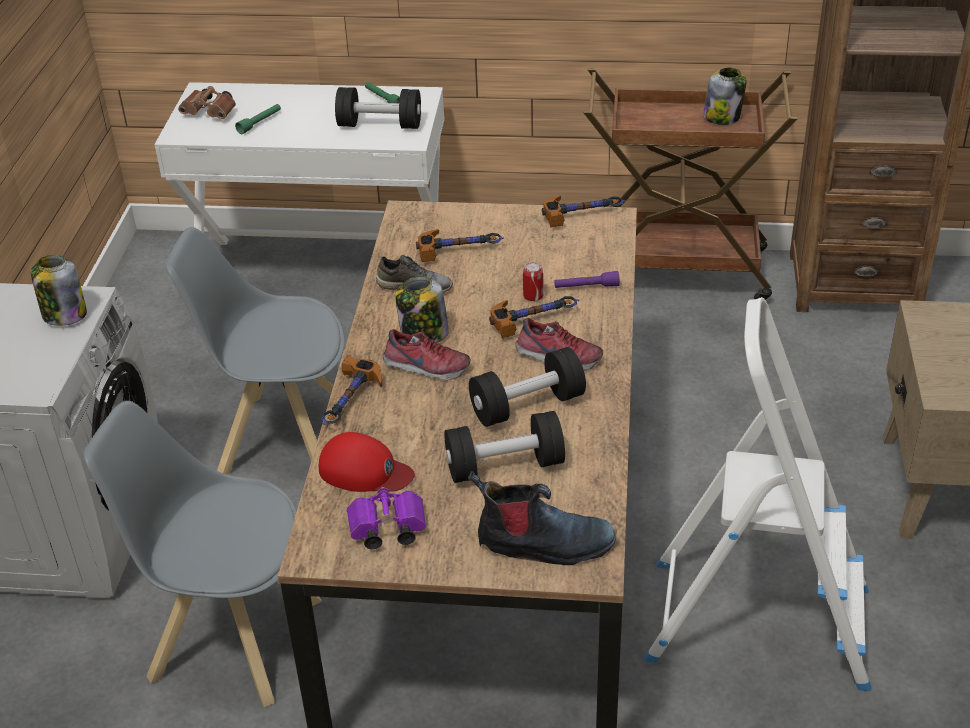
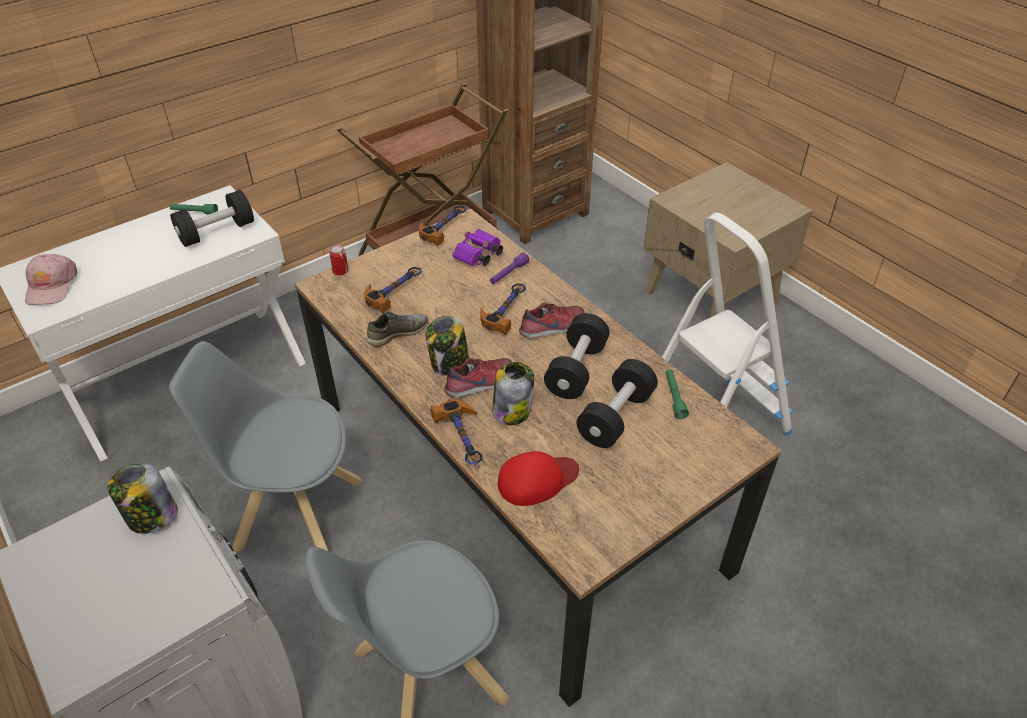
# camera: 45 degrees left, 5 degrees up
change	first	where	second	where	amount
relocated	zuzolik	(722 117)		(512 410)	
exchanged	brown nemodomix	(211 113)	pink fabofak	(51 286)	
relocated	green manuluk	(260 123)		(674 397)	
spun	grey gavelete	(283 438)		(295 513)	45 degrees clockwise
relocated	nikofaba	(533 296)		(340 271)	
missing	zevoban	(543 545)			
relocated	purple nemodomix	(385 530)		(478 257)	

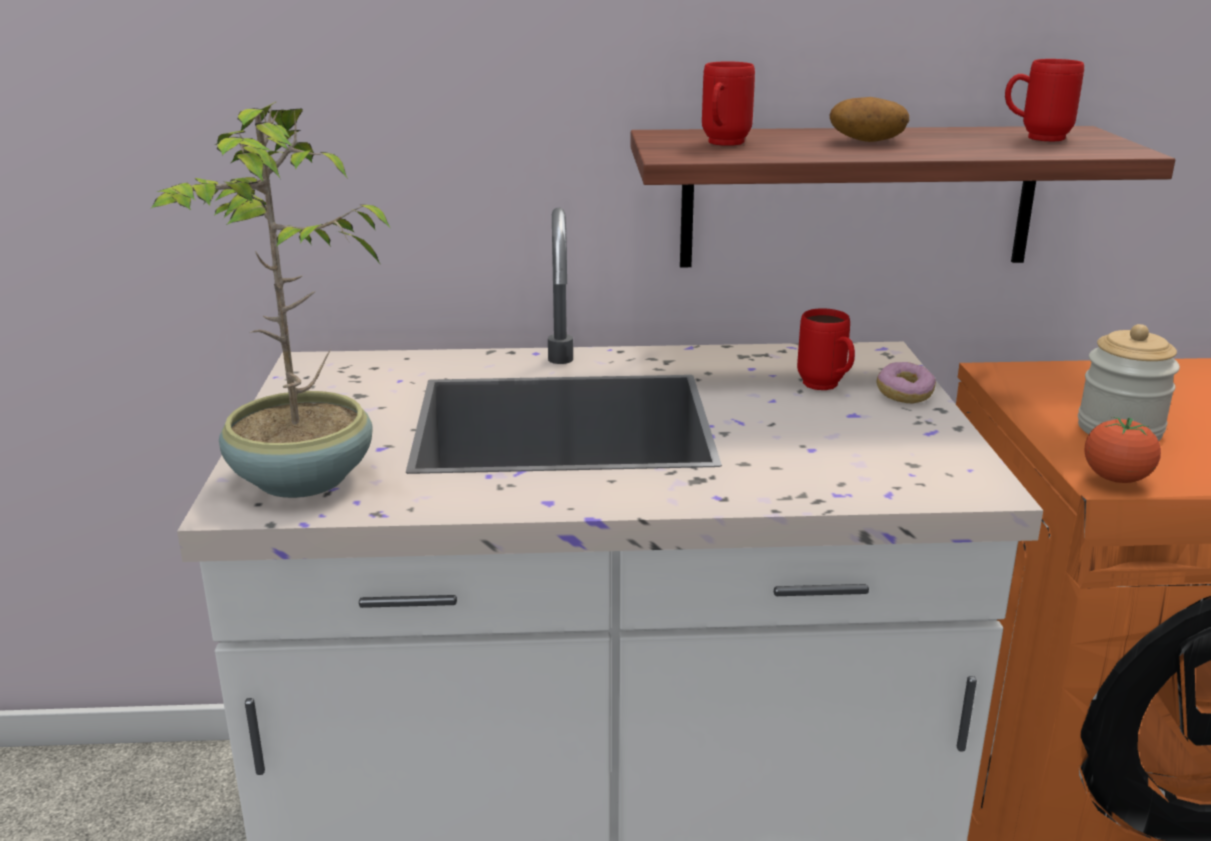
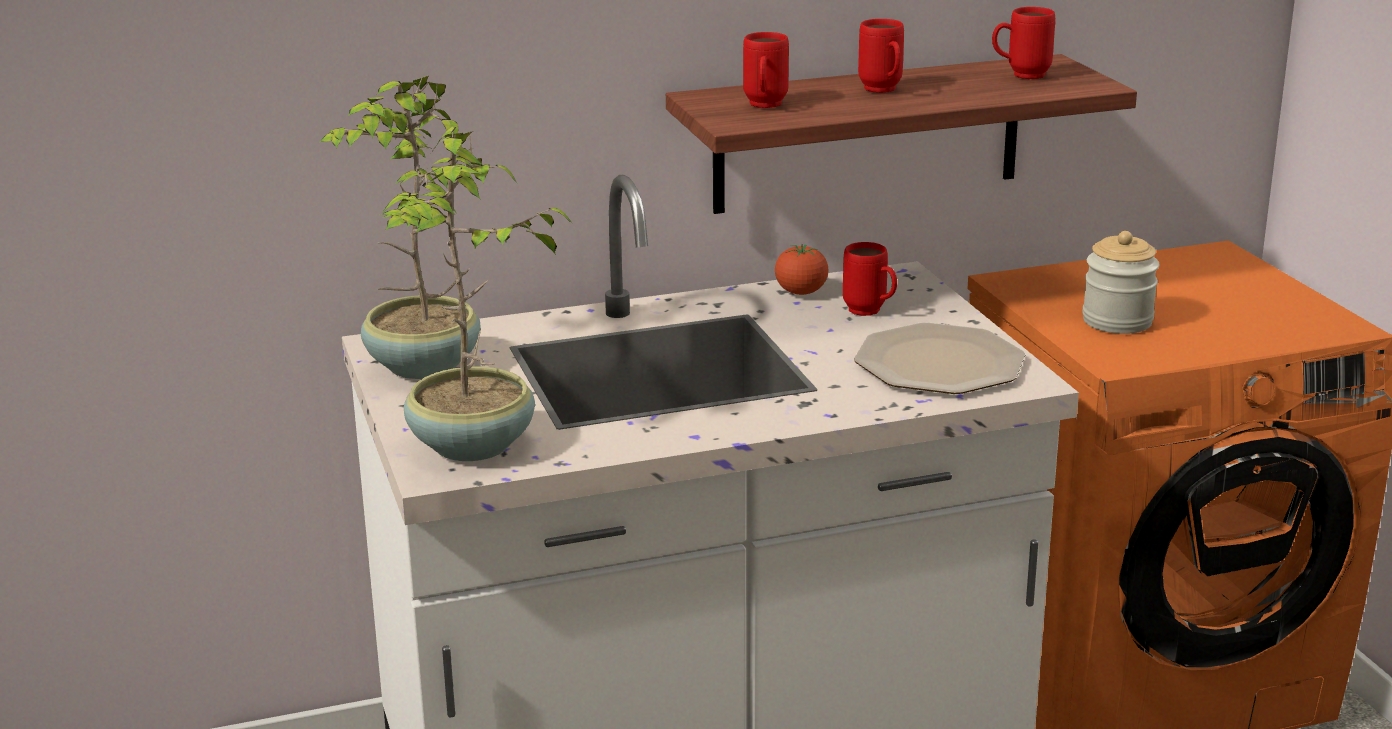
# camera: 15 degrees left, 0 degrees up
change	first	where	second	where	amount
exchanged	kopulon	(866 141)	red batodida	(883 91)	
missing	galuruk	(904 395)			
relocated	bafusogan	(1116 479)		(801 293)	
appeared			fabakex	(421 366)	
appeared			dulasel	(941 363)	

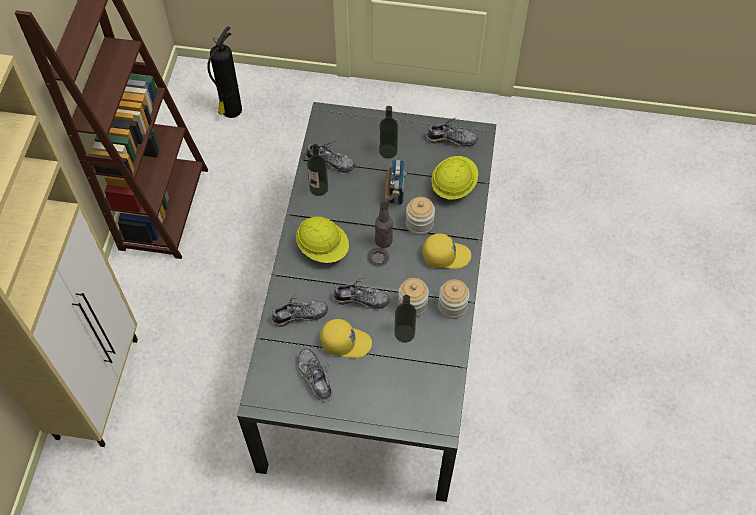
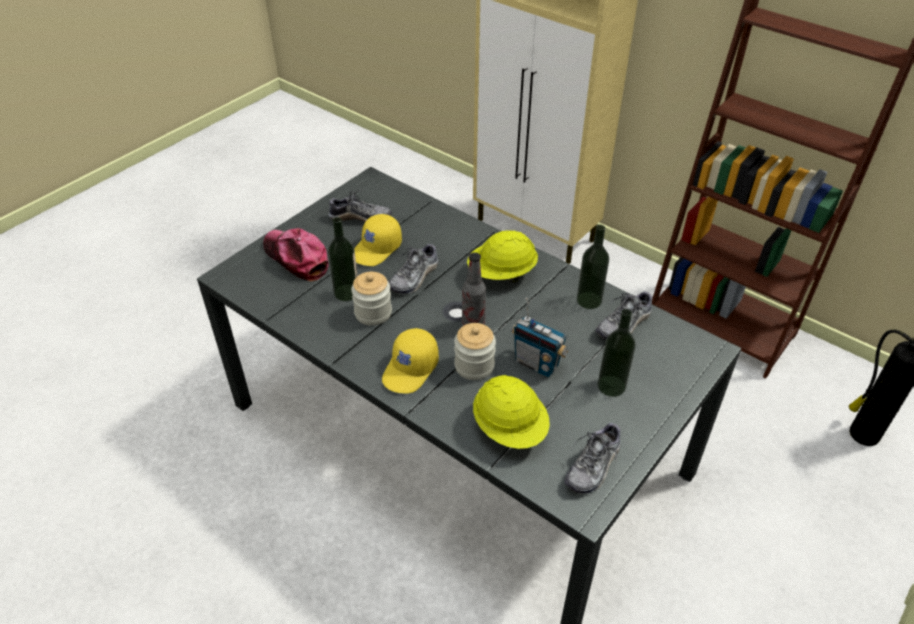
# camera: 120 degrees right, 15 degrees down
change	first	where	second	where	amount
missing	zuzolik	(452 306)			
missing	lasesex	(299 315)			
appeared			fabofak	(296 258)	

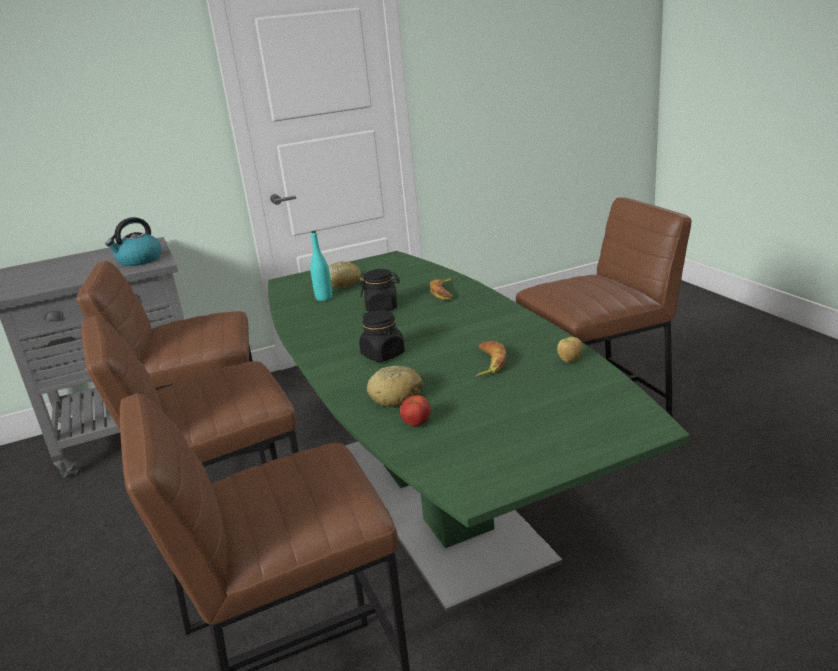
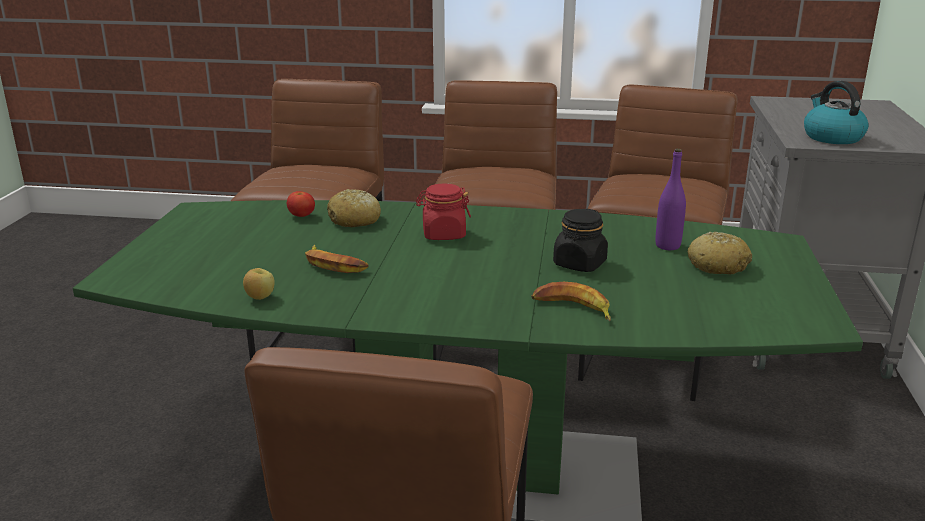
# camera: 120 degrees right, 0 degrees up
change	first	where	second	where	amount
colour	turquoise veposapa	(324 298)	purple veposapa	(667 246)	
colour	black zuzolik	(383 354)	red zuzolik	(443 234)	

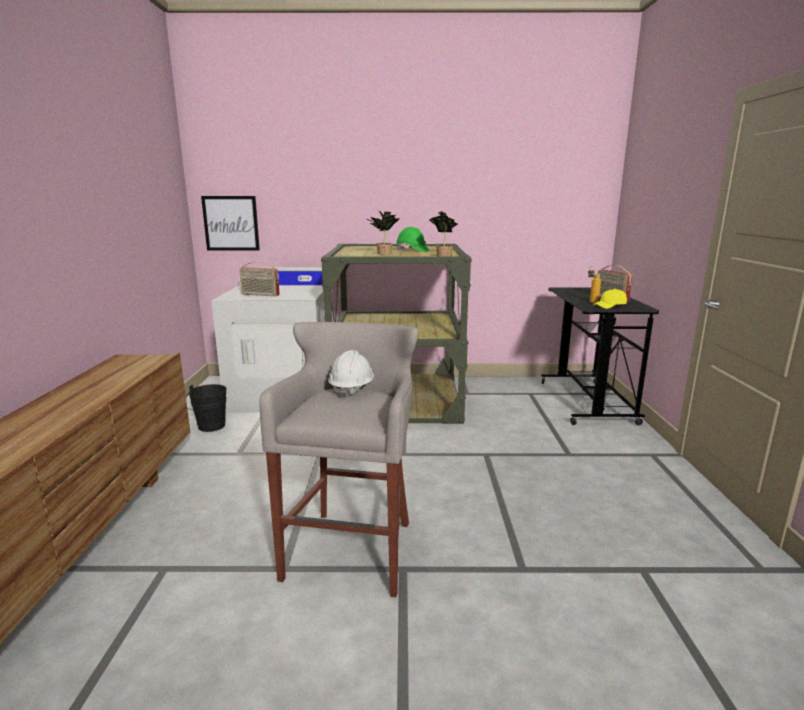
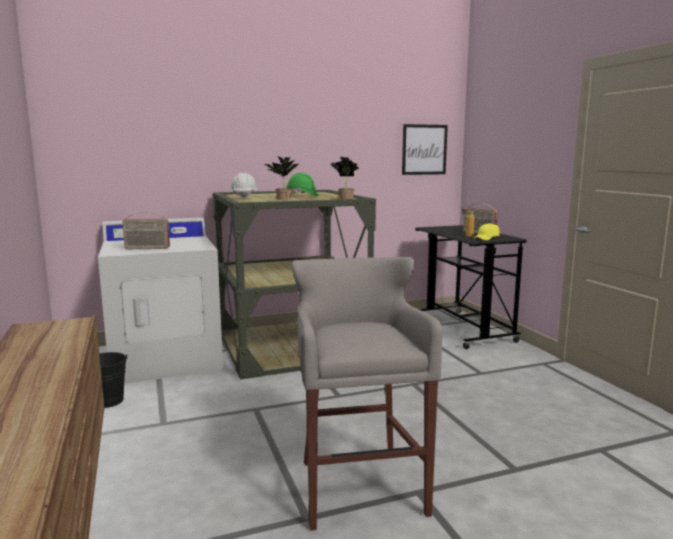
# camera: 20 degrees left, 5 degrees down
change	first	where	second	where	amount
relocated	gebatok	(231 223)		(424 149)	
relocated	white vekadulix	(351 389)		(244 197)	

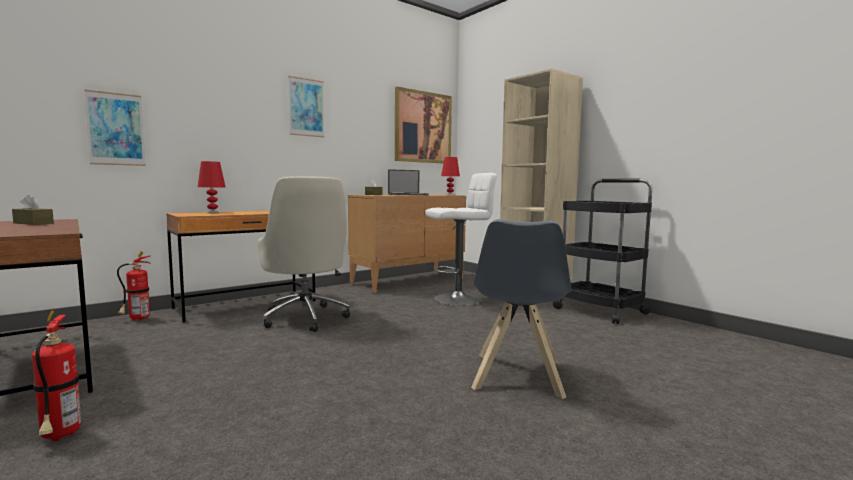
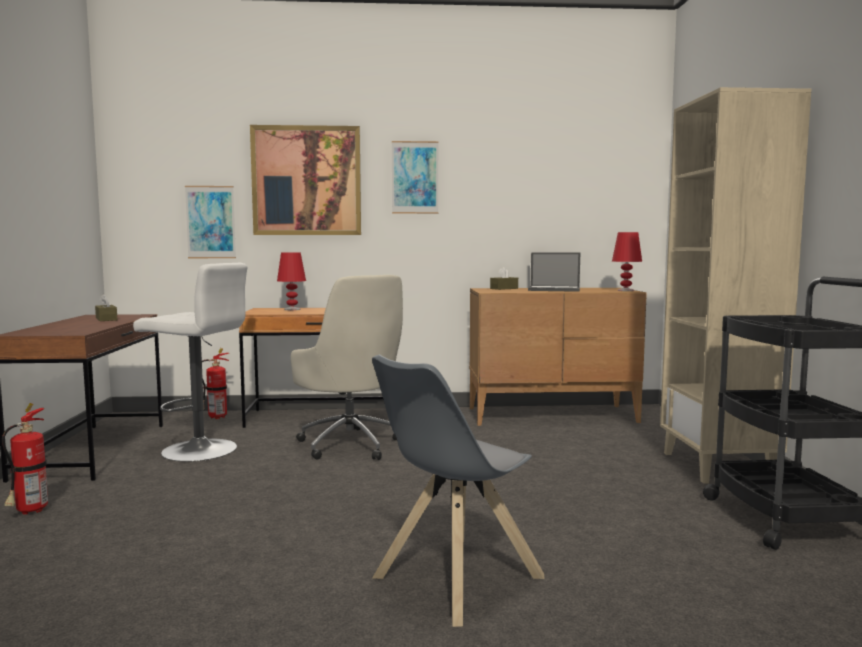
# camera: 35 degrees right, 0 degrees up
change	first	where	second	where	amount
relocated	gebatok	(423 127)		(306 181)	
relocated	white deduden	(458 299)		(200 450)	
spun	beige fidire	(305 318)		(350 445)	45 degrees counterclockwise

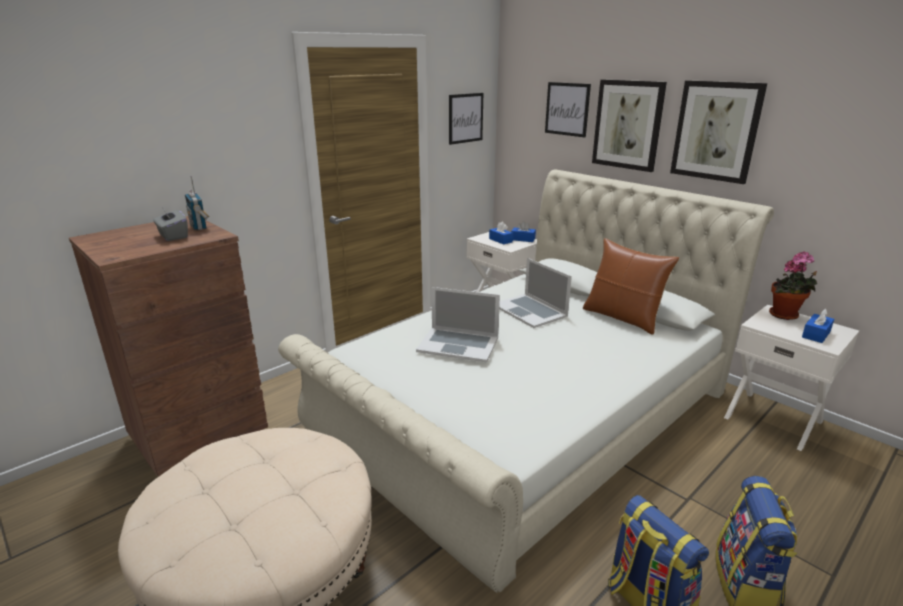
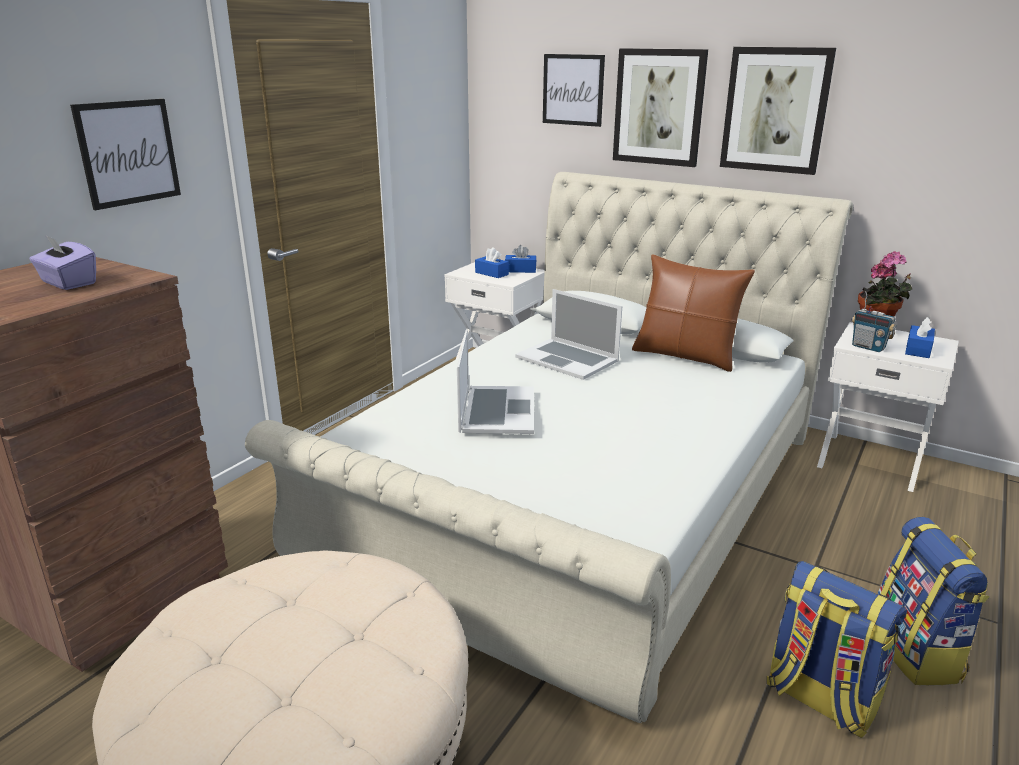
# camera: 15 degrees left, 0 degrees up
change	first	where	second	where	amount
relocated	gebatok	(465 118)		(128 153)	
relocated	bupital	(199 227)		(868 347)	
colour	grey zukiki	(173 236)	purple zukiki	(68 283)	
spun	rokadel	(458 344)		(496 410)	90 degrees counterclockwise

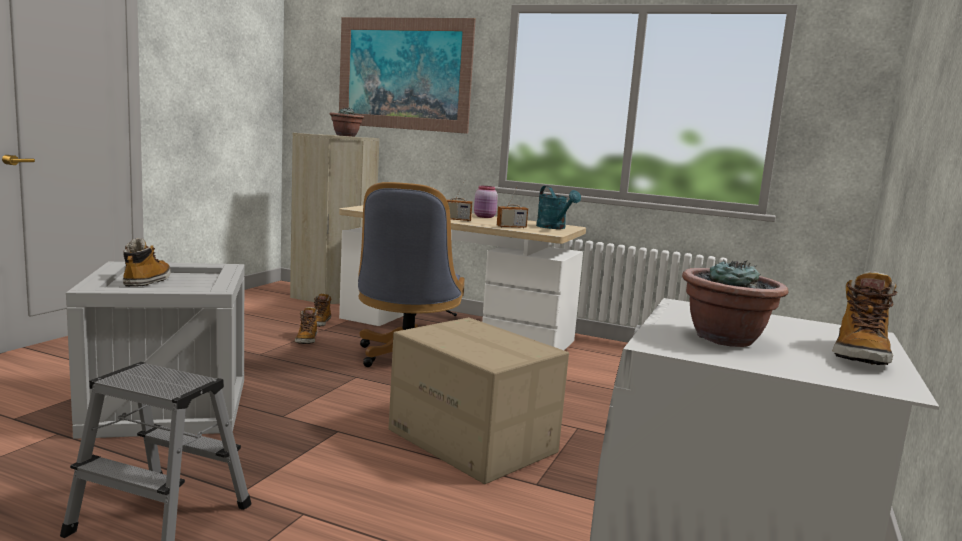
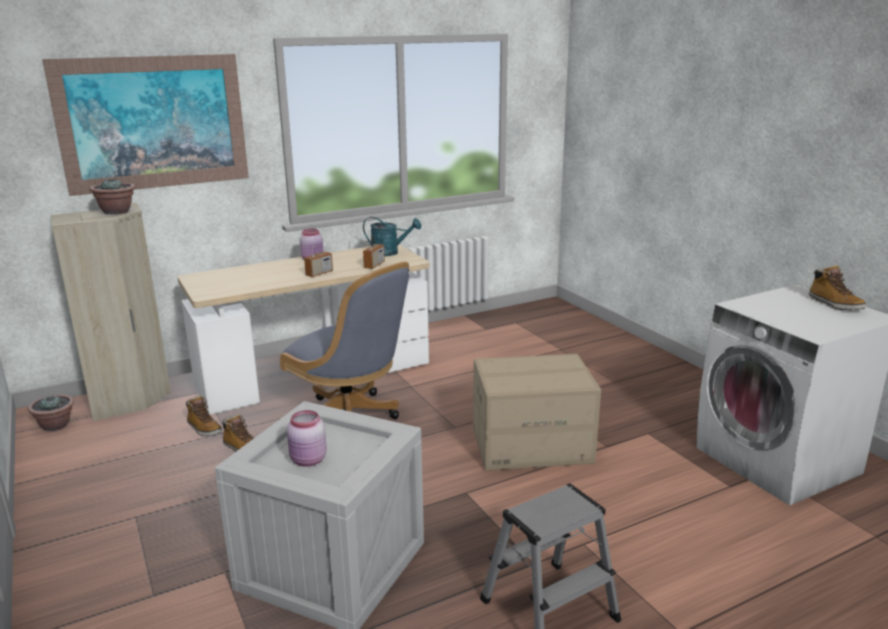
# camera: 50 degrees left, 10 degrees up
change	first	where	second	where	amount
exchanged	zevoban	(147 281)	pink zuzolik	(308 460)	
relocated	fabakex	(726 339)		(56 426)	

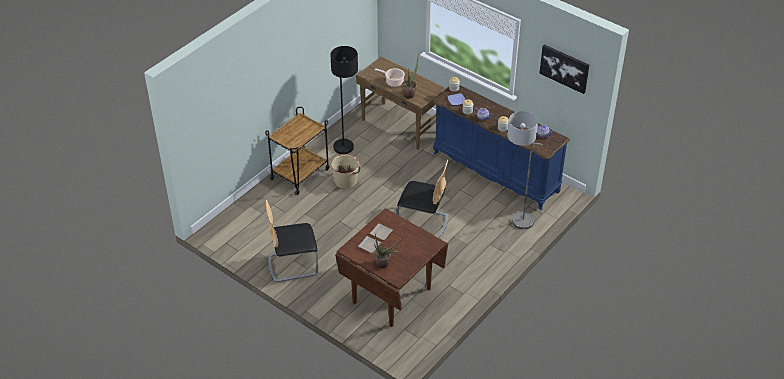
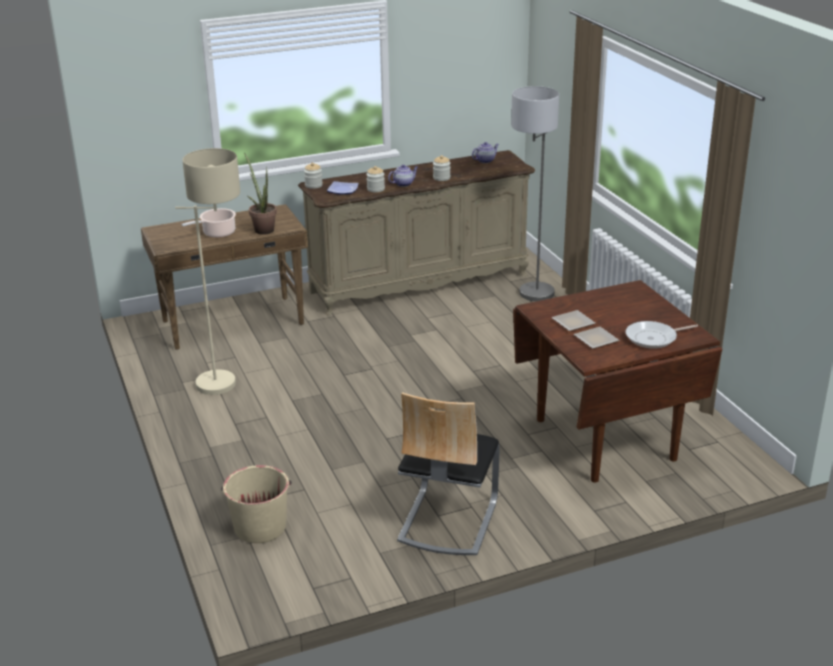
# camera: 60 degrees left, 15 degrees down
change	first	where	second	where	amount
missing	gebatok	(564 68)			
colour	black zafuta	(346 151)	beige zafuta	(228 384)	
colour	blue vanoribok	(494 173)	beige vanoribok	(420 284)	
missing	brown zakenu	(300 174)			
relocated	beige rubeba	(346 181)		(260 526)	
missing	gavelete	(423 222)			
exchanged	fabakex	(385 264)	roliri	(654 338)	

